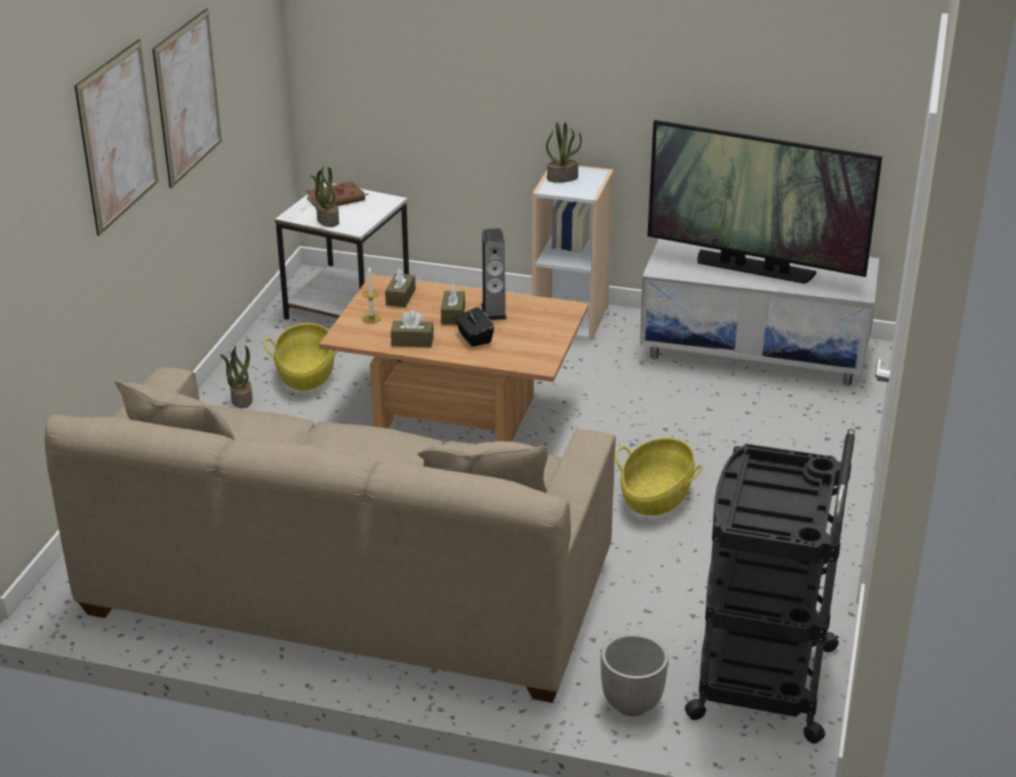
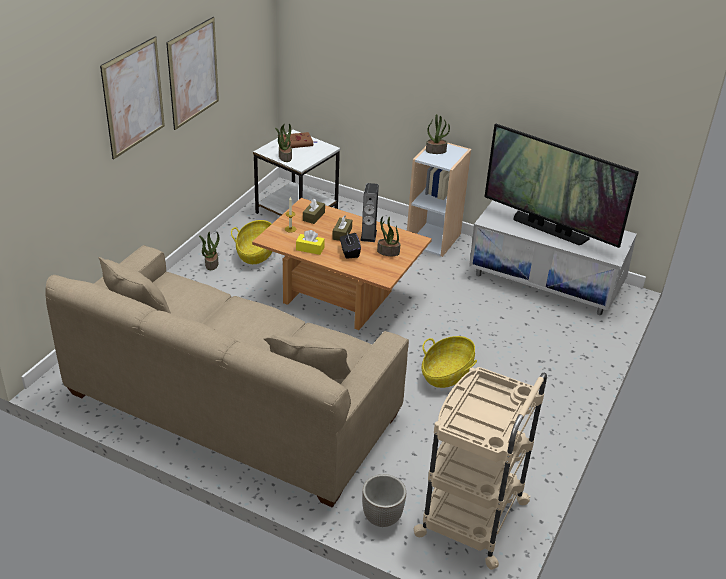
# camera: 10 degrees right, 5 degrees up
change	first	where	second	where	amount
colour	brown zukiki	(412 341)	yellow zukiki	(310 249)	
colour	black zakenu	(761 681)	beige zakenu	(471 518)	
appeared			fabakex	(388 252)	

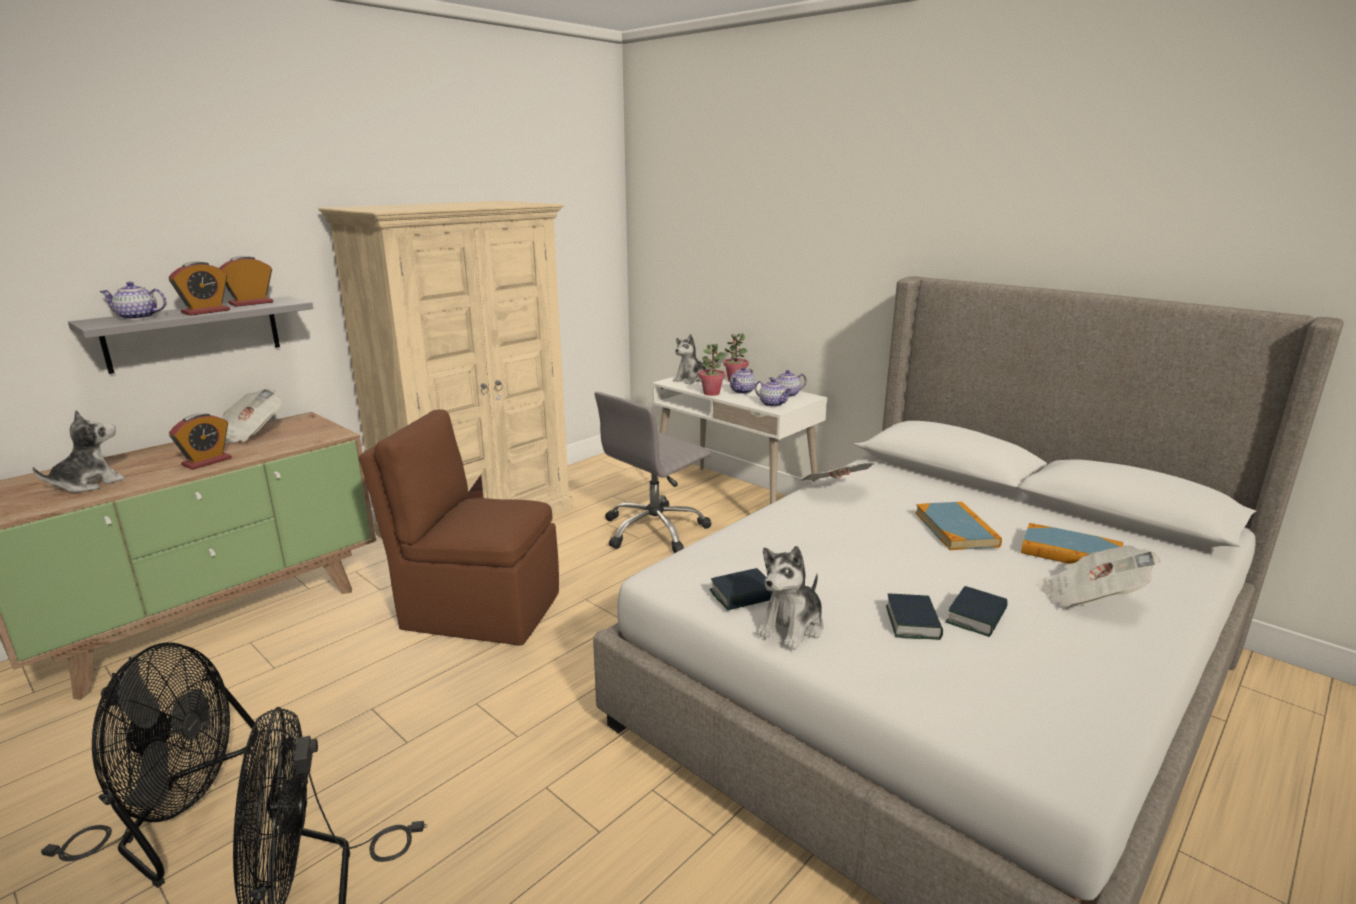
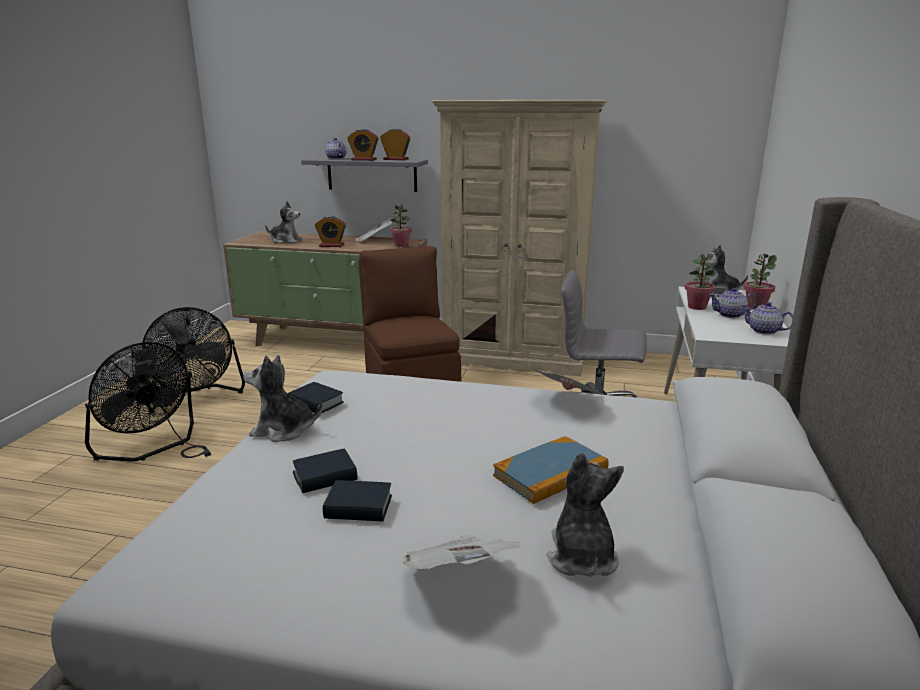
# camera: 60 degrees right, 0 degrees up
change	first	where	second	where	amount
missing	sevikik	(772 404)			
exchanged	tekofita	(1070 552)	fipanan	(581 557)	
appeared			fabakex	(401 245)	

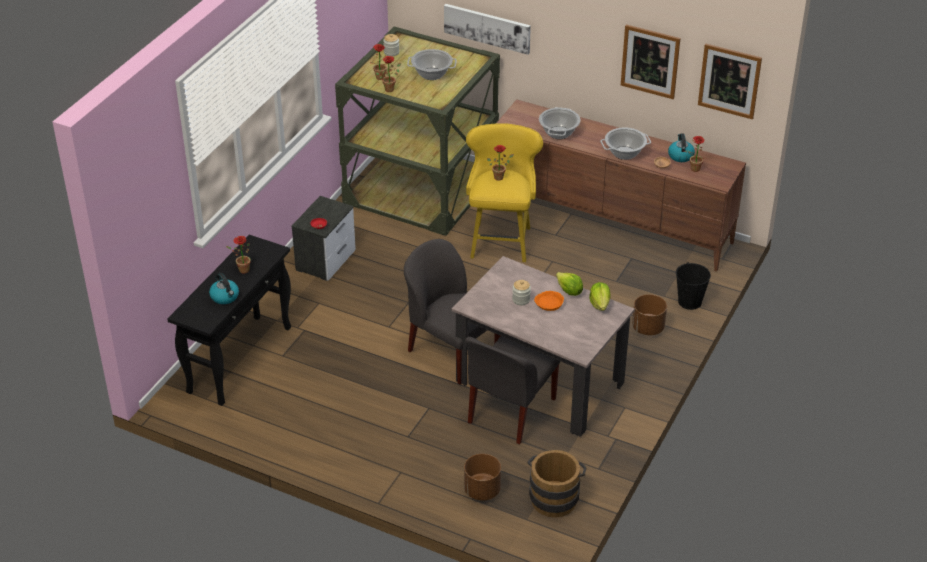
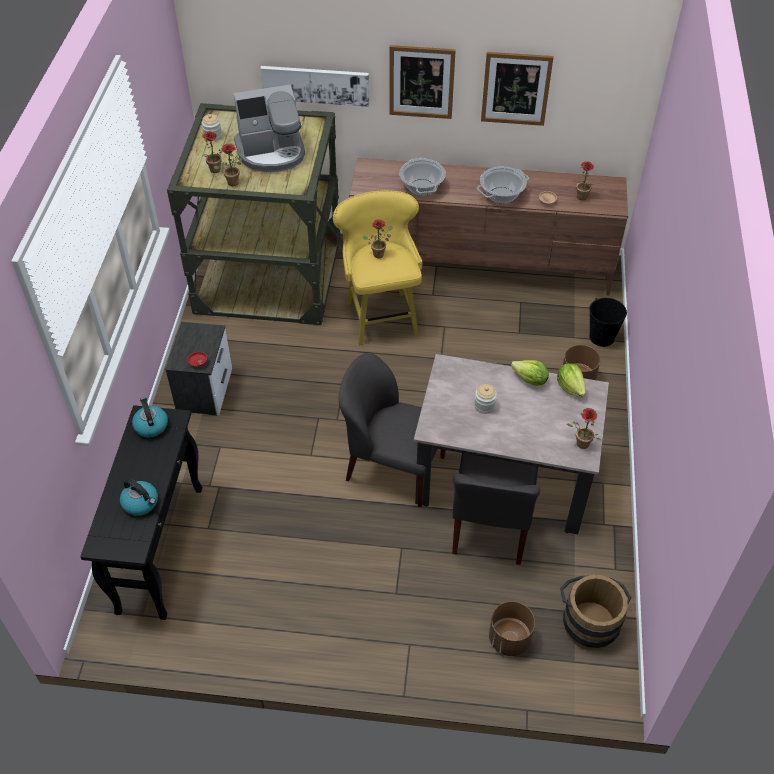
# camera: 20 degrees left, 10 degrees up
change	first	where	second	where	amount
relocated	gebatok	(729 81)		(421 82)	
exchanged	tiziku	(432 74)	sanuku	(272 152)	
relocated	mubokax	(680 156)		(151 425)	
relocated	fabakex	(241 270)		(580 445)	
missing	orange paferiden	(548 304)			

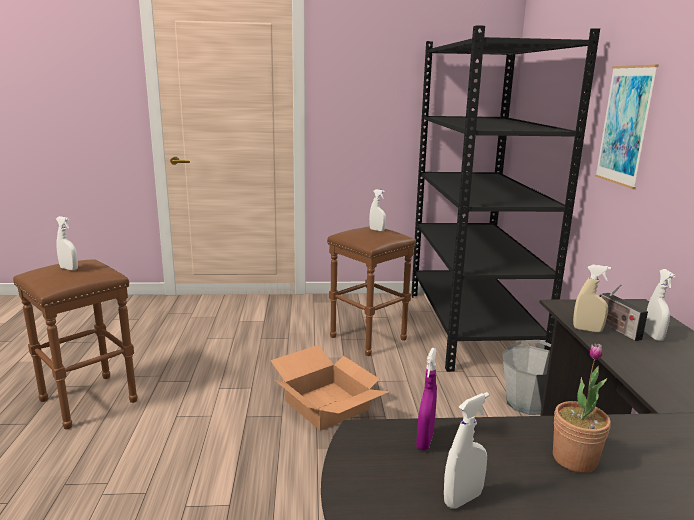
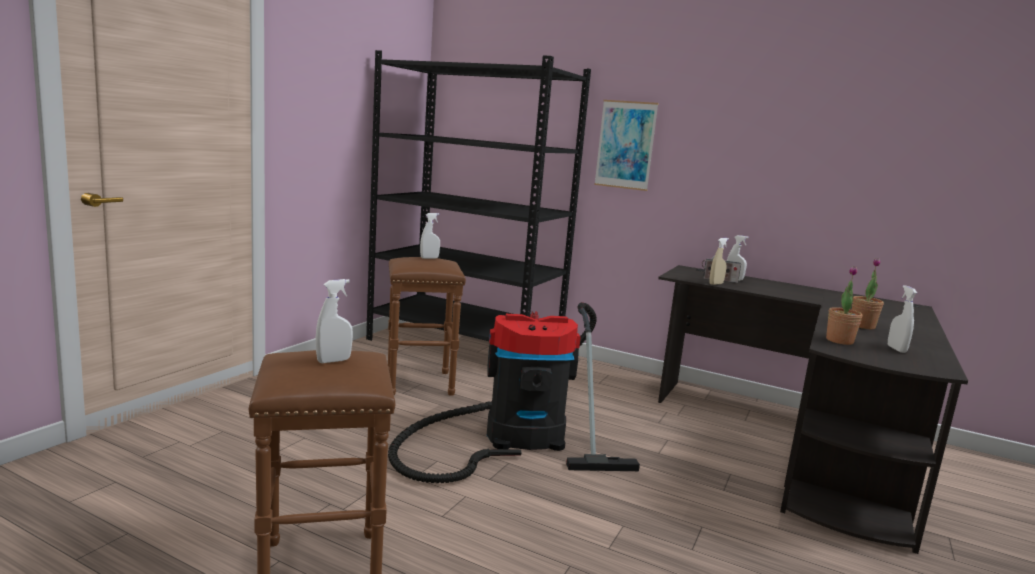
# camera: 60 degrees left, 5 degrees down
change	first	where	second	where	amount
missing	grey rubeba	(527 403)			
exchanged	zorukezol	(328 405)	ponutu	(515 438)	
exchanged	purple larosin	(425 440)	fabakex	(839 341)	

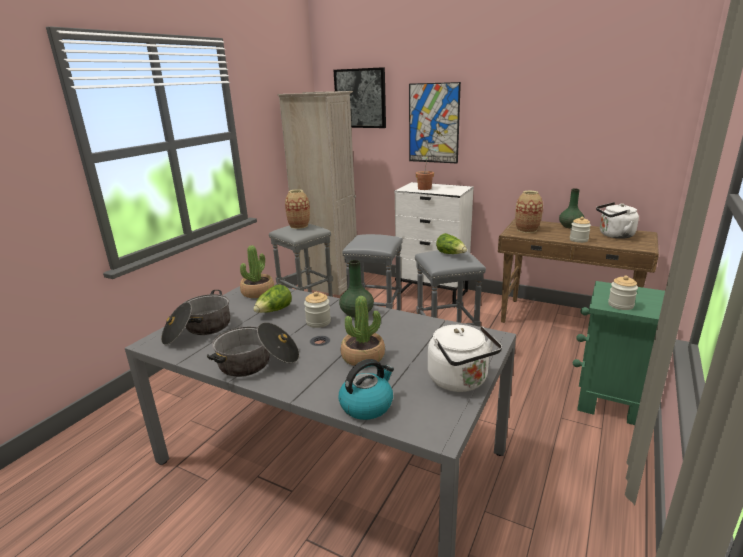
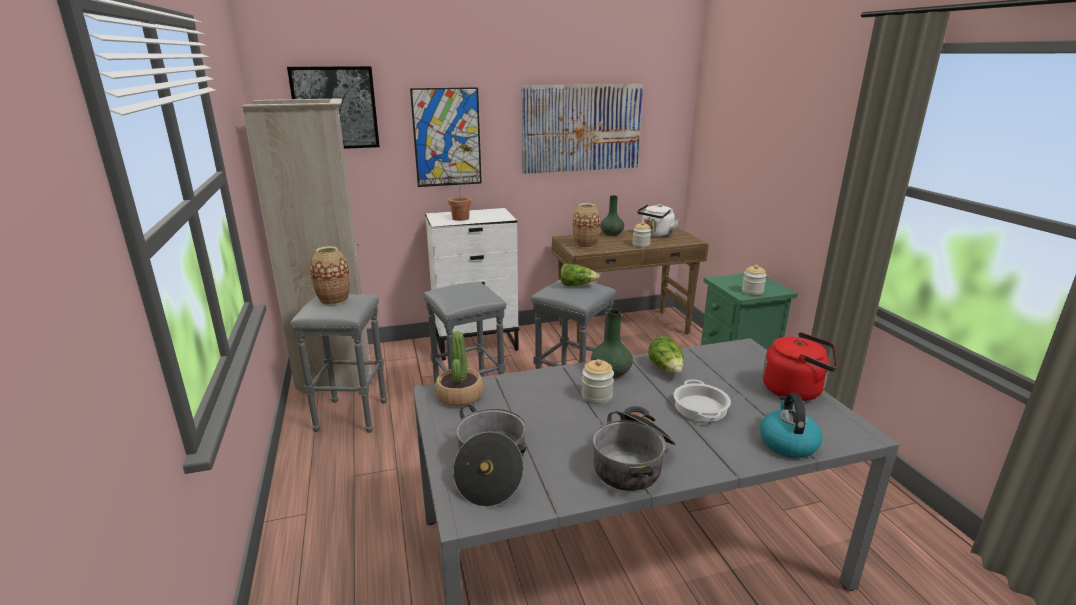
# camera: 45 degrees left, 0 degrees up
change	first	where	second	where	amount
relocated	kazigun	(274 311)		(666 369)	
exchanged	fabakex	(363 357)	tiziku	(701 408)	
colour	white mubokax	(460 381)	red mubokax	(796 390)	
appeared			gebatok	(581 128)	

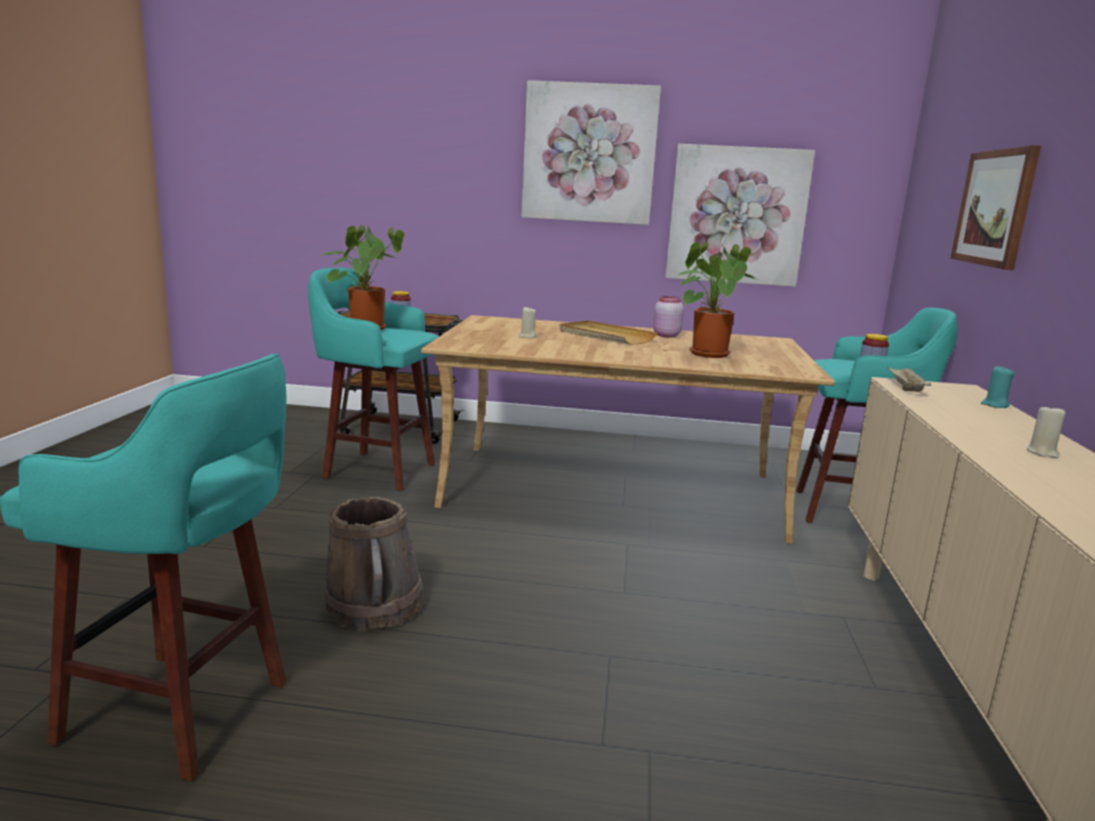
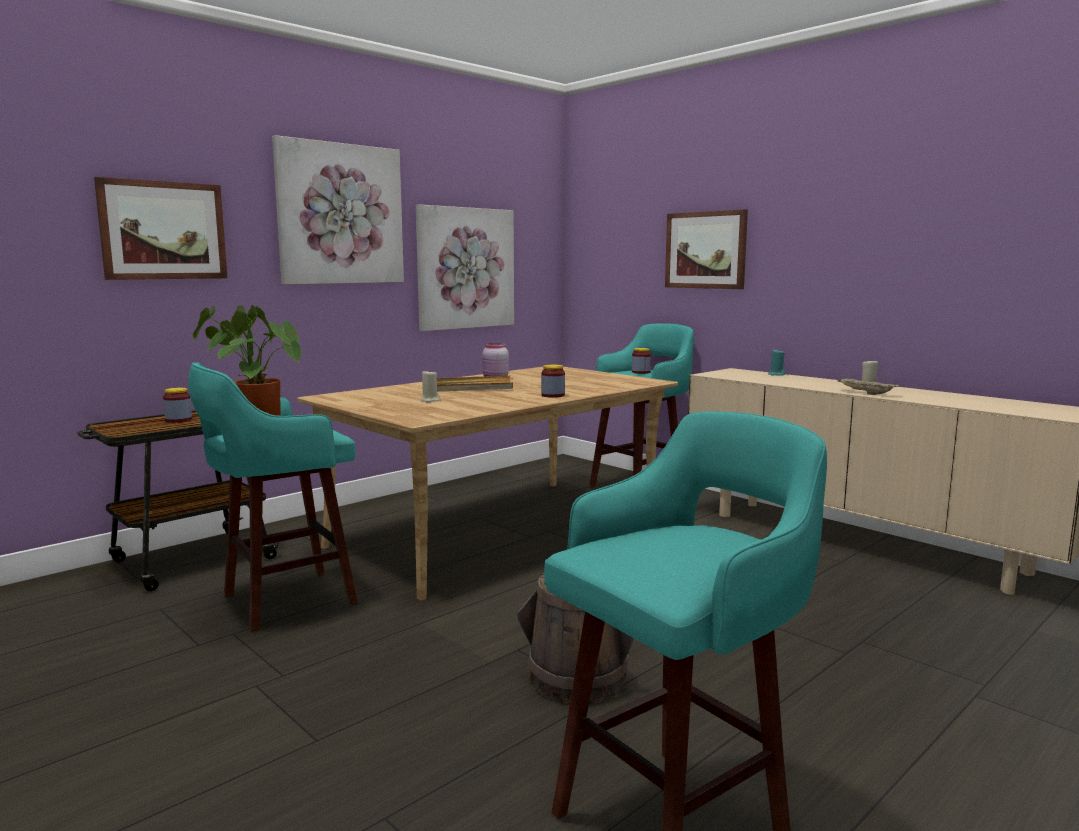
# camera: 50 degrees left, 5 degrees down
change	first	where	second	where	amount
missing	fabakex	(706 353)			
relocated	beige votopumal	(905 388)		(865 393)	
appeared			gebatok	(163 230)	
appeared			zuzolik	(553 395)	

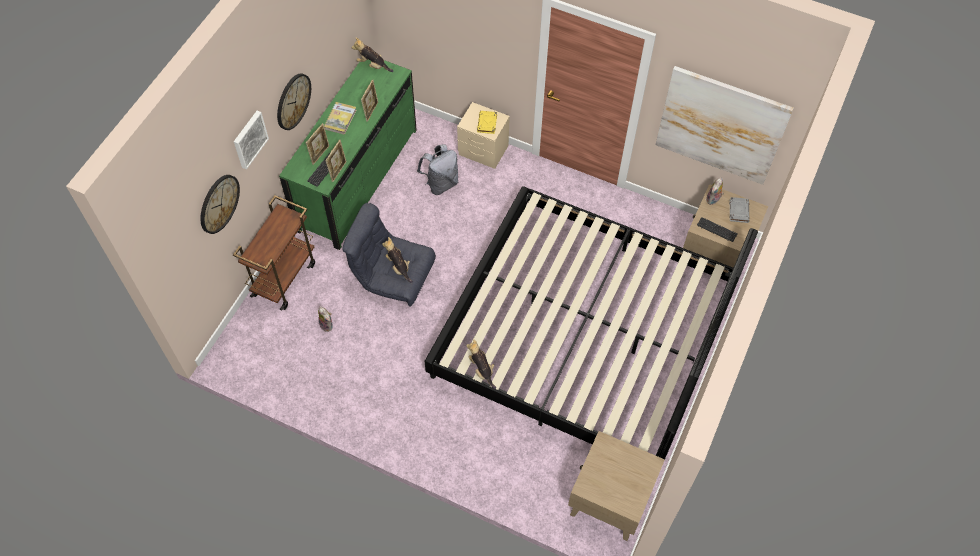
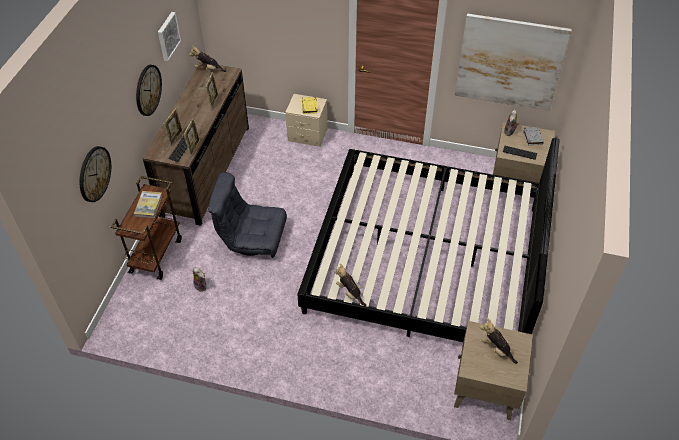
# camera: 10 degrees left, 10 degrees down
change	first	where	second	where	amount
colour	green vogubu	(358 179)	brown vogubu	(207 170)	
relocated	tekofita	(340 119)		(148 205)	
relocated	gebatok	(249 139)		(167 36)	
missing	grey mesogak	(441 183)			
relocated	fipanan	(398 267)		(496 349)	

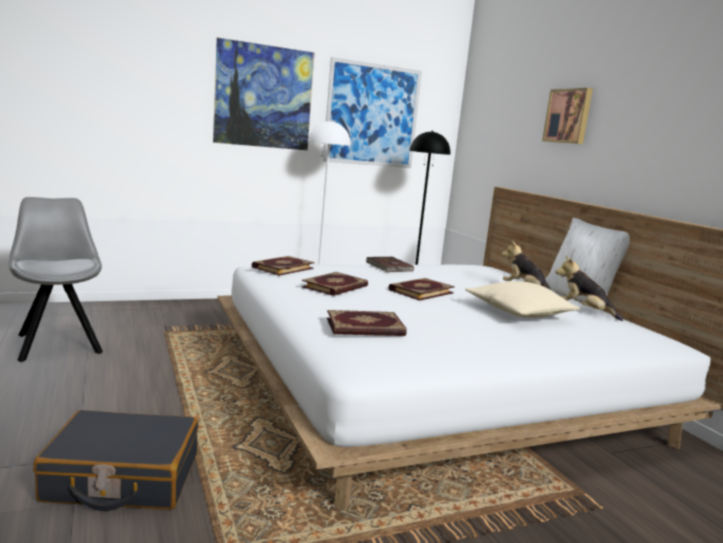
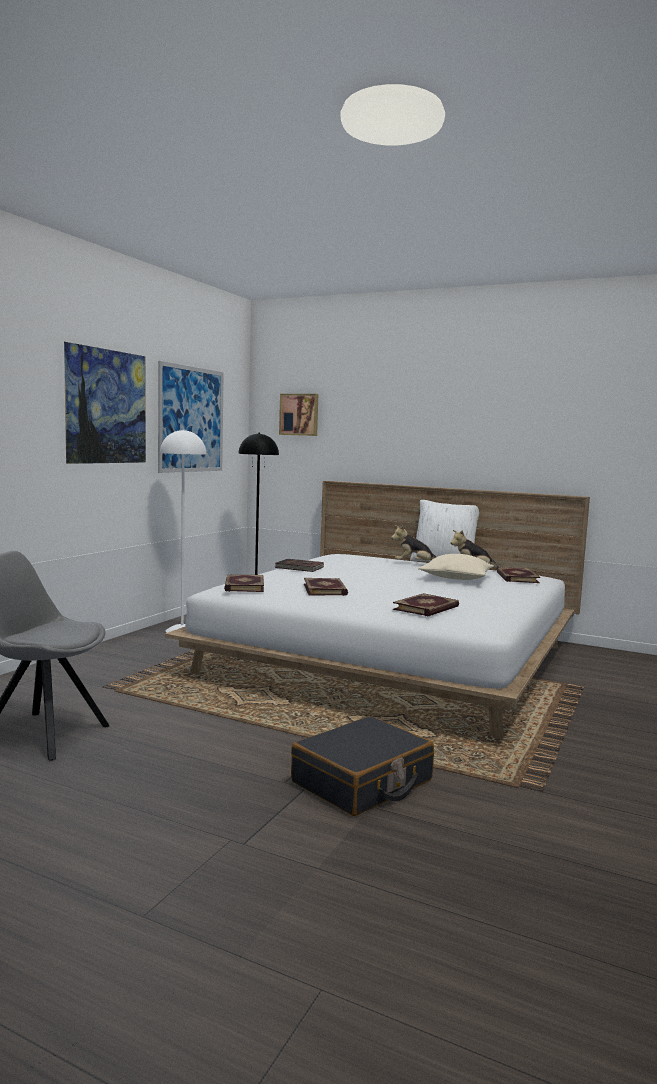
# camera: 40 degrees left, 5 degrees down
change	first	where	second	where	amount
relocated	gebatok	(568 116)		(299 414)	
relocated	tekofita	(420 291)		(516 577)	

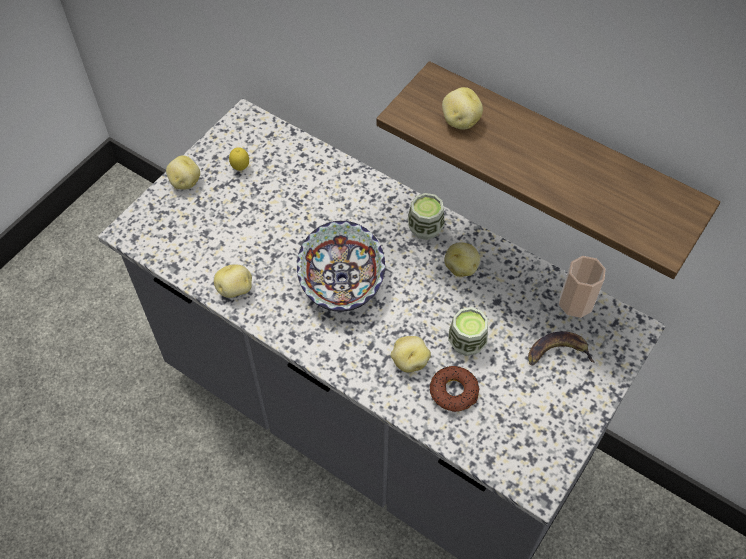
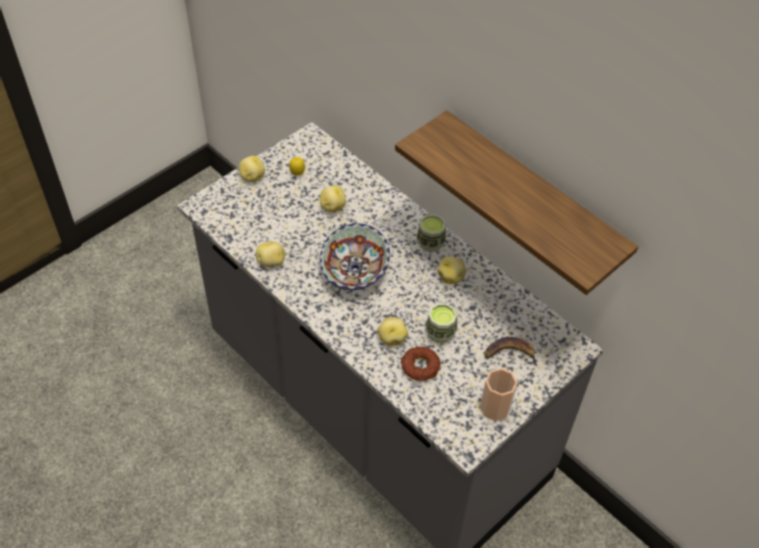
# camera: 10 degrees right, 5 degrees down
change	first	where	second	where	amount
relocated	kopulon	(460 121)		(332 206)	
relocated	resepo	(576 302)		(495 408)	

